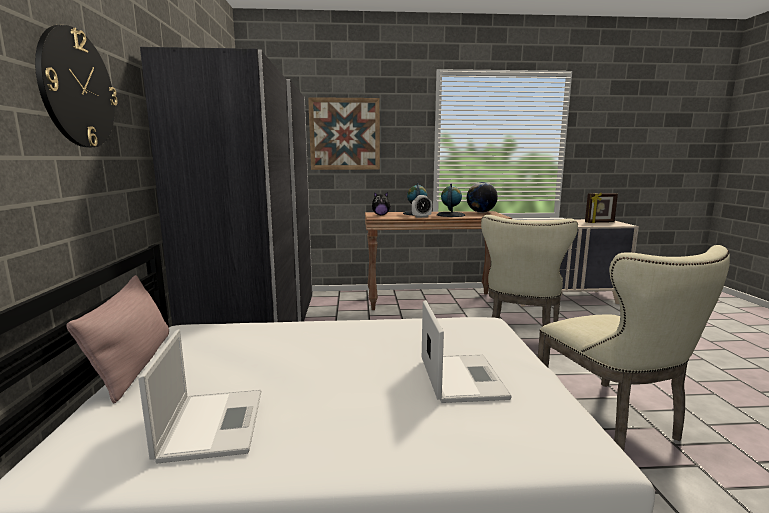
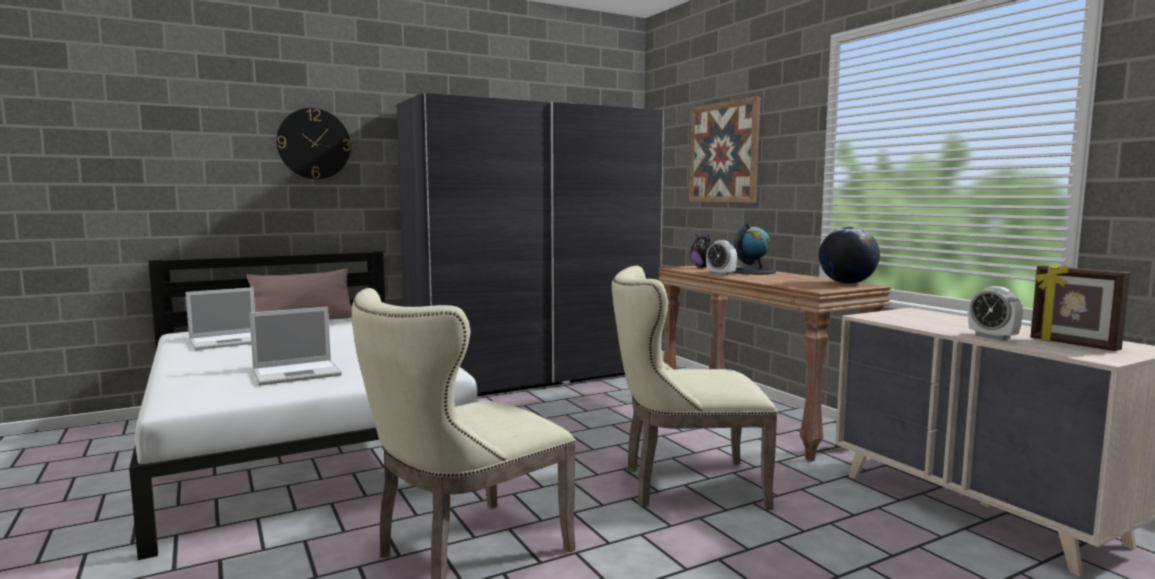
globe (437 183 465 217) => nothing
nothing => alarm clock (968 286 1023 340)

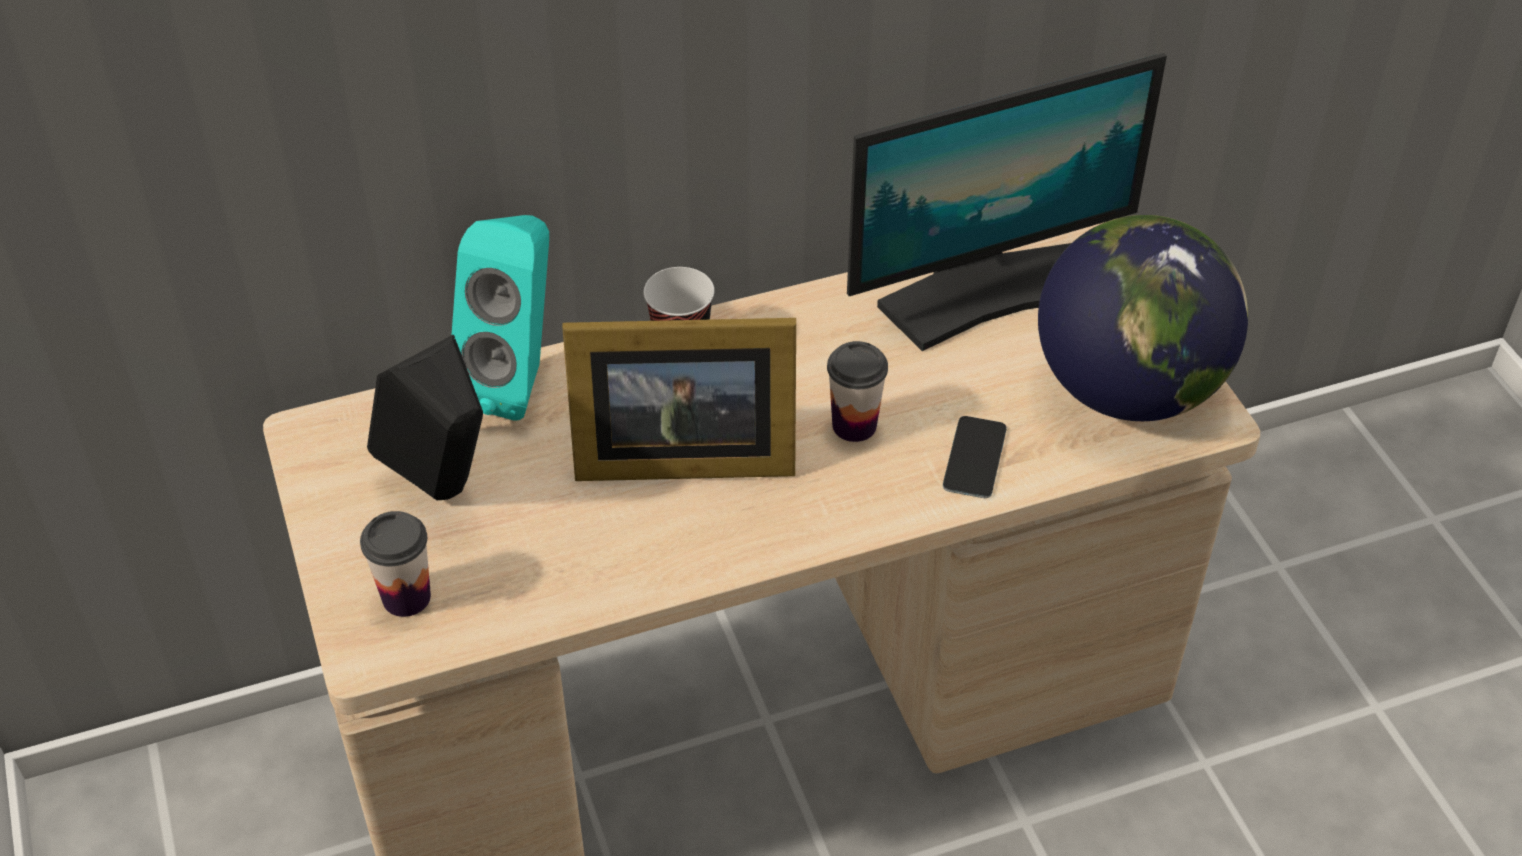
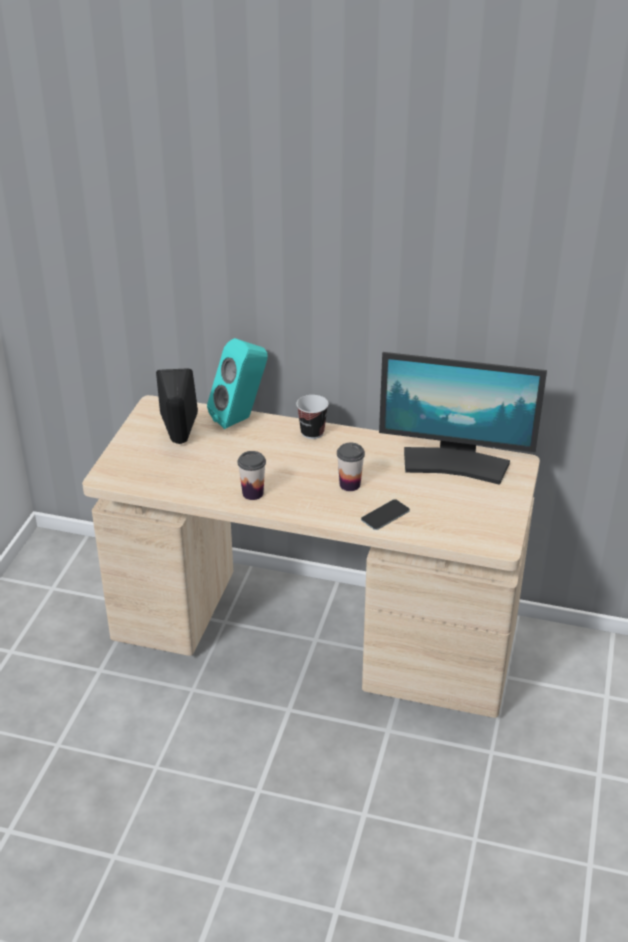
picture frame (562 318 796 481) => nothing
globe (1038 215 1248 421) => nothing
cup (360 511 431 617) => cup (238 451 266 500), move

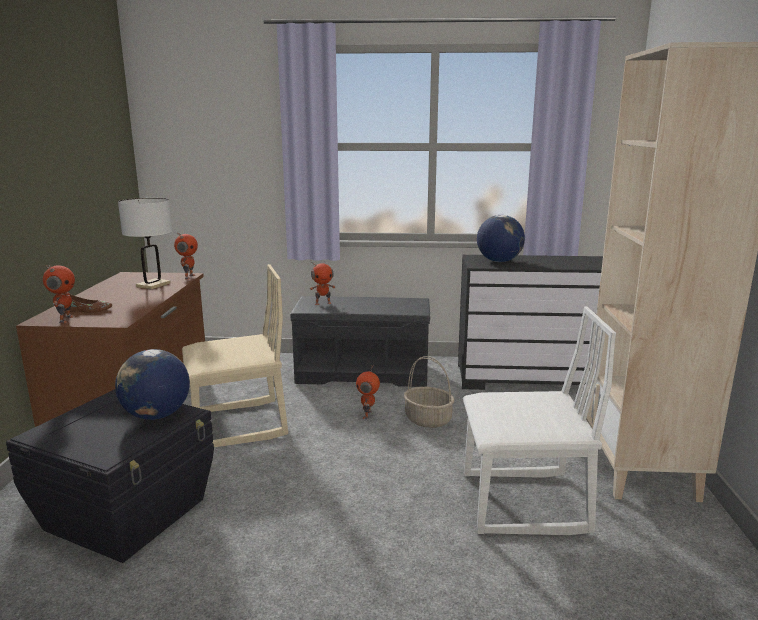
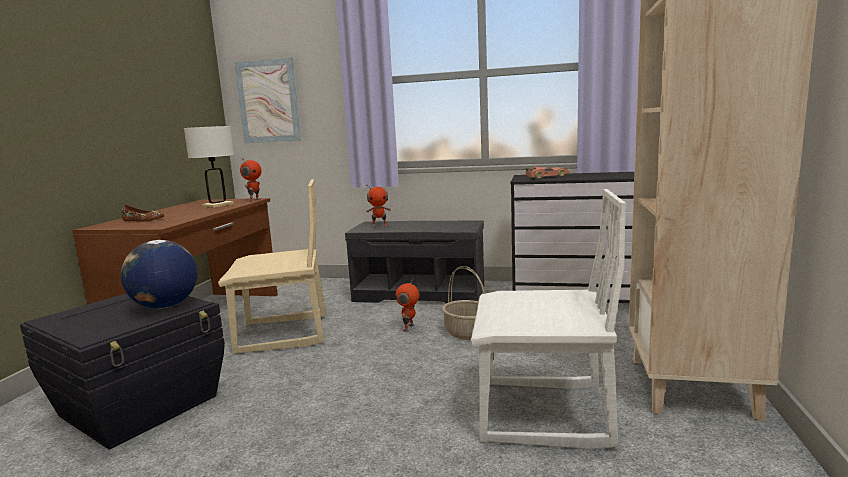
toy robot (43 265 75 323) => nothing
nothing => picture (235 58 301 143)
globe (477 215 525 262) => toy car (525 167 569 179)

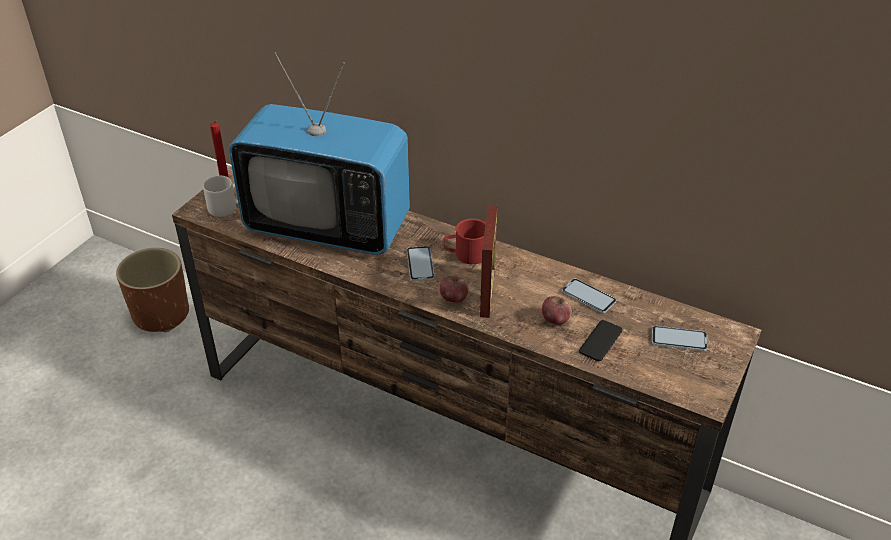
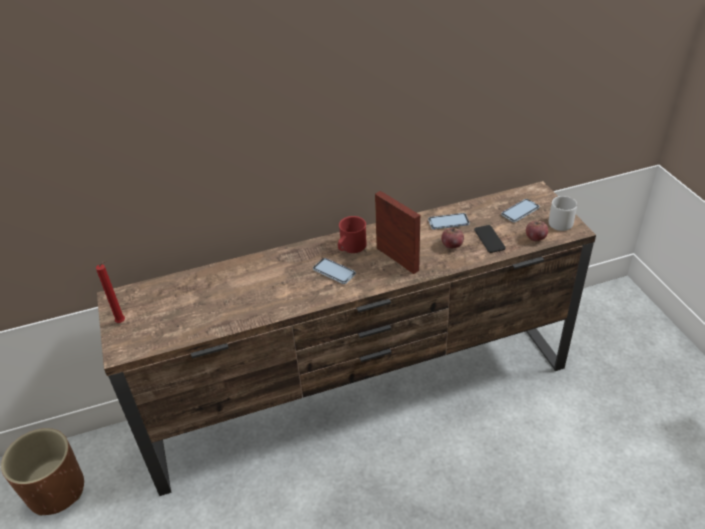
television (229 52 410 255) => nothing
grey mug (203 176 238 217) => grey mug (549 196 577 231), move
apple (439 276 468 303) => apple (526 221 548 241), move

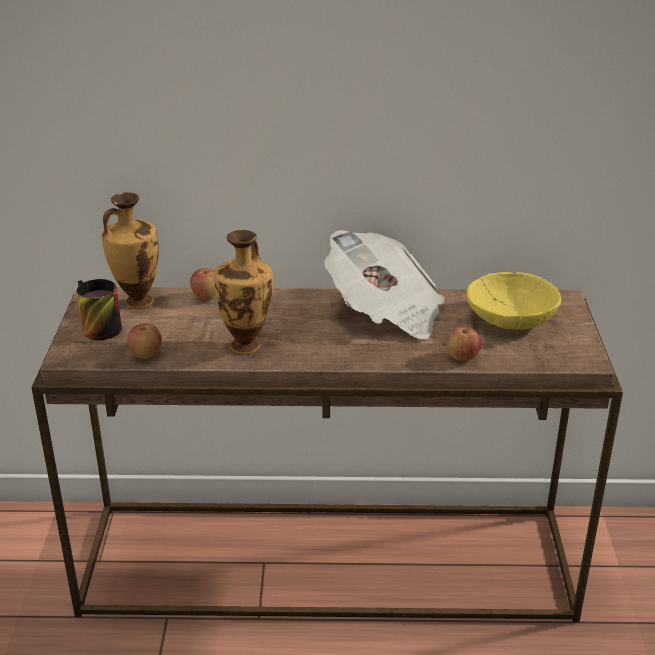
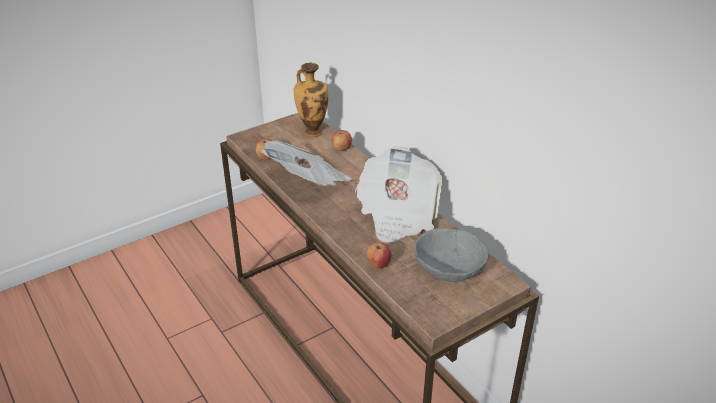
mug (77 279 122 340) => nothing
vase (214 230 273 355) => newspaper (261 140 352 186)
yellow bowl (467 272 561 330) => grey bowl (415 228 489 282)

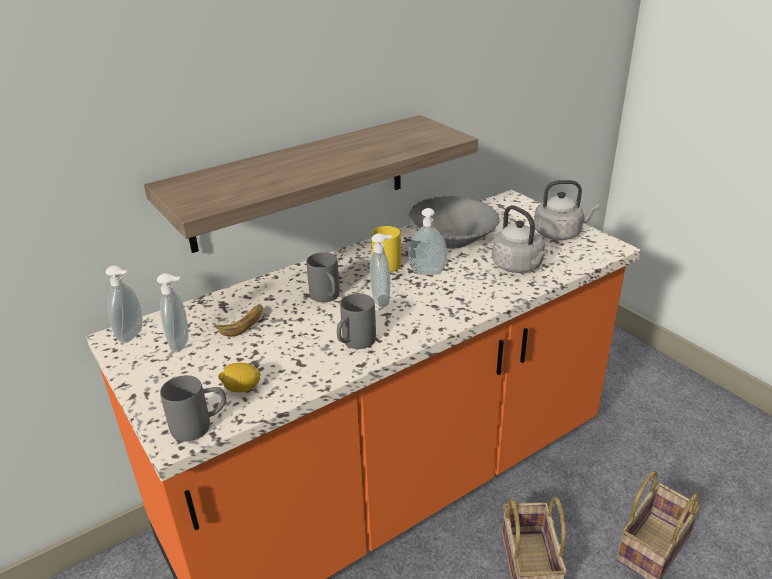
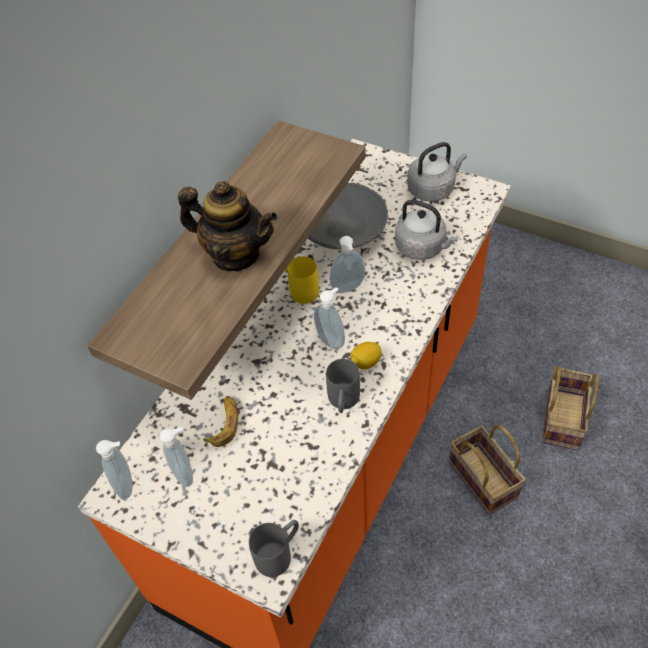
grey mug (306 252 340 302) => nothing
nothing => teapot (178 181 278 271)
lemon (218 363 261 393) => lemon (351 342 382 369), move

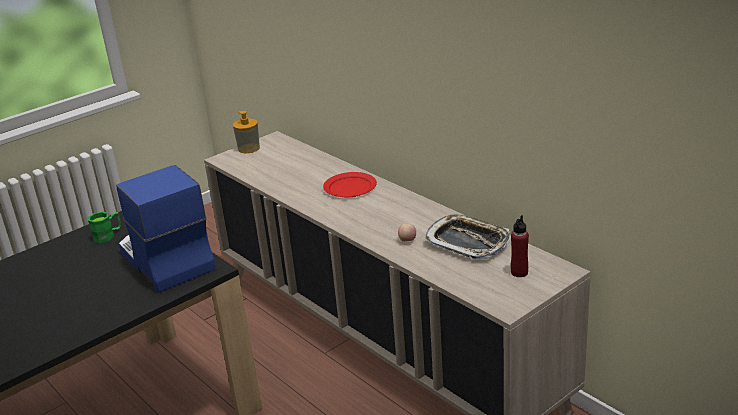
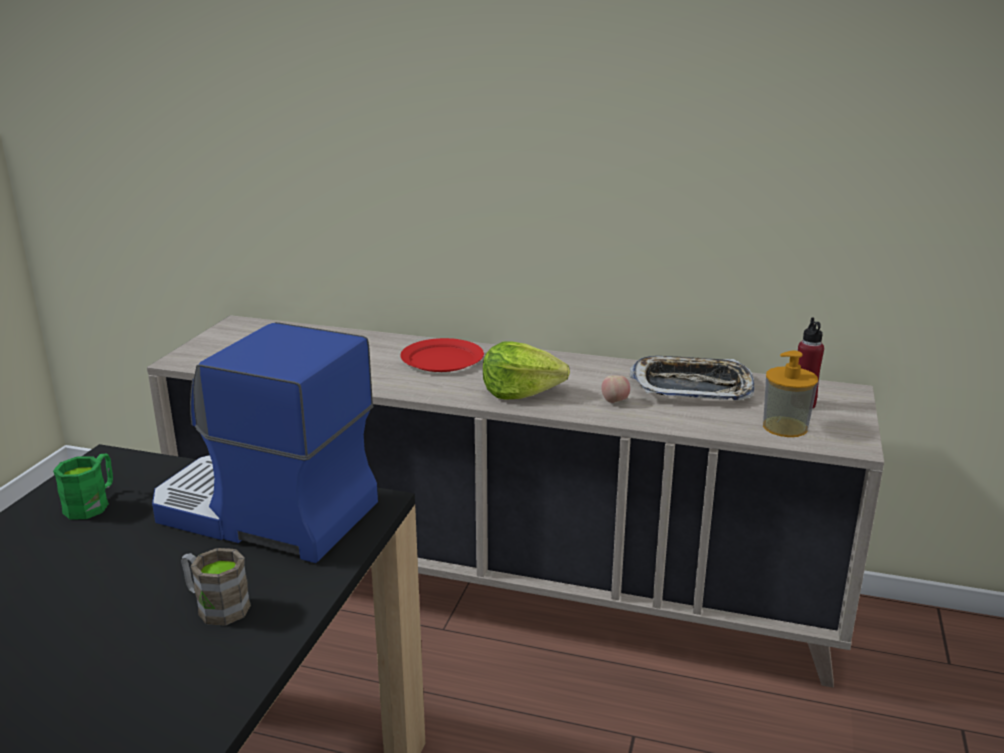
nothing => brown mug (181 548 251 626)
nothing => lettuce (483 341 570 400)
soap dispenser (233 111 260 153) => soap dispenser (763 351 818 437), move

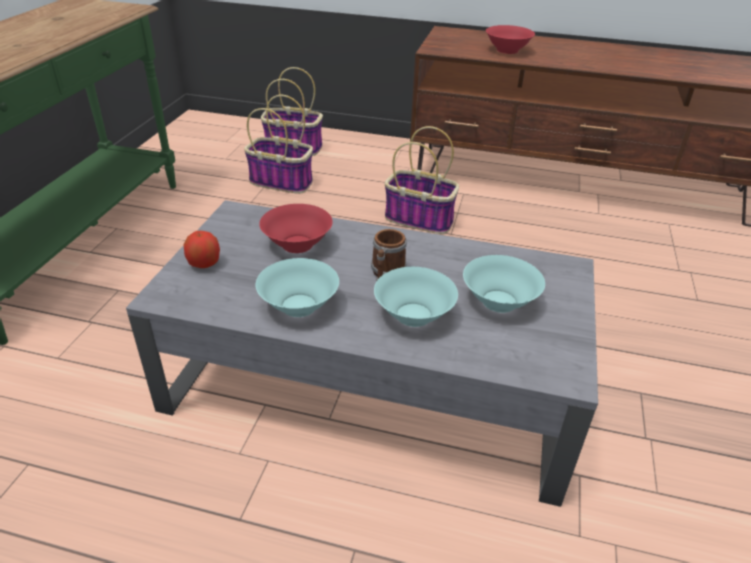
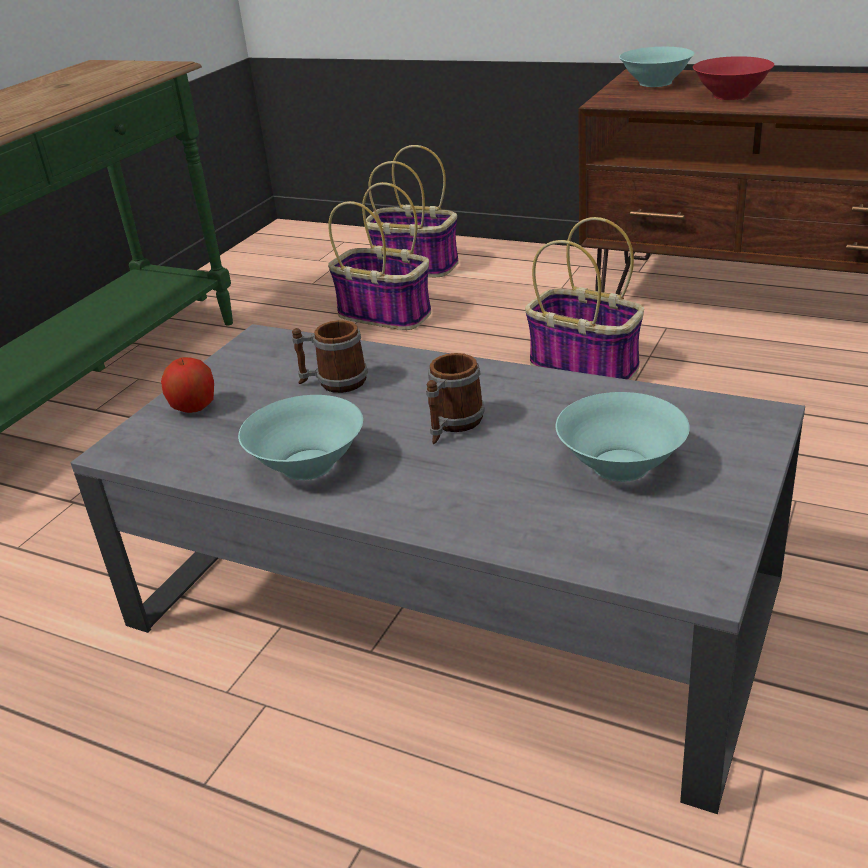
turquoise bowl (374 267 458 327) => turquoise bowl (619 47 694 87), move
red bowl (259 204 333 253) => mug (292 320 368 393)

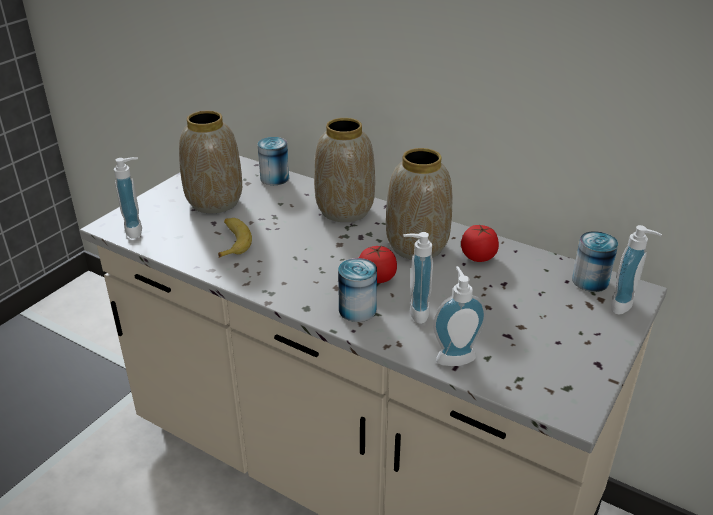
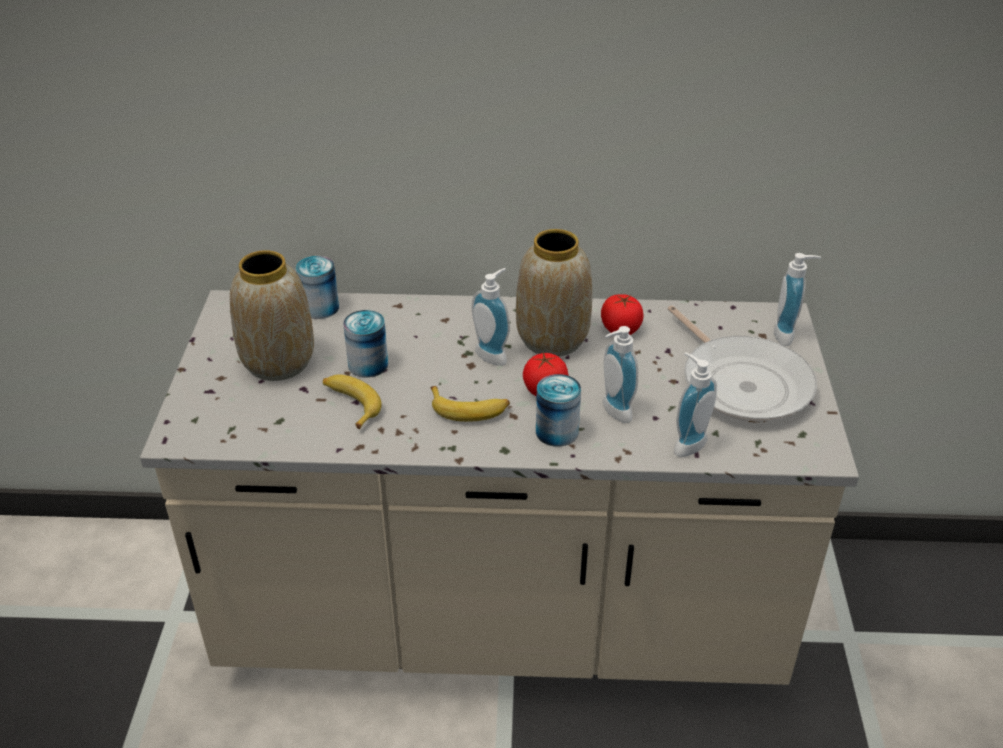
vase (314 118 375 222) => nothing
nothing => banana (430 386 510 422)
nothing => frying pan (667 305 817 422)
soap dispenser (114 157 142 238) => soap dispenser (472 268 510 366), move
can (572 231 618 292) => can (343 310 388 378), move

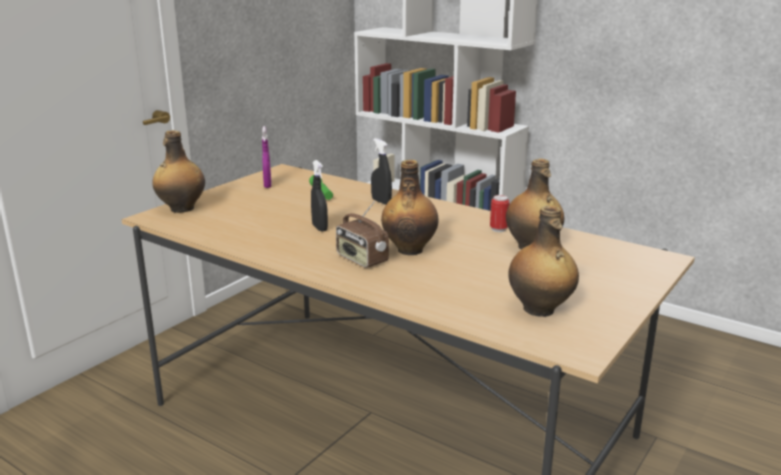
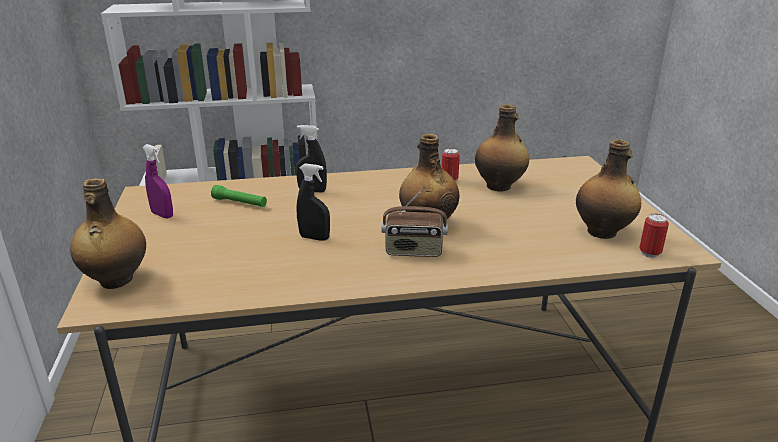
nothing => can (639 214 669 258)

